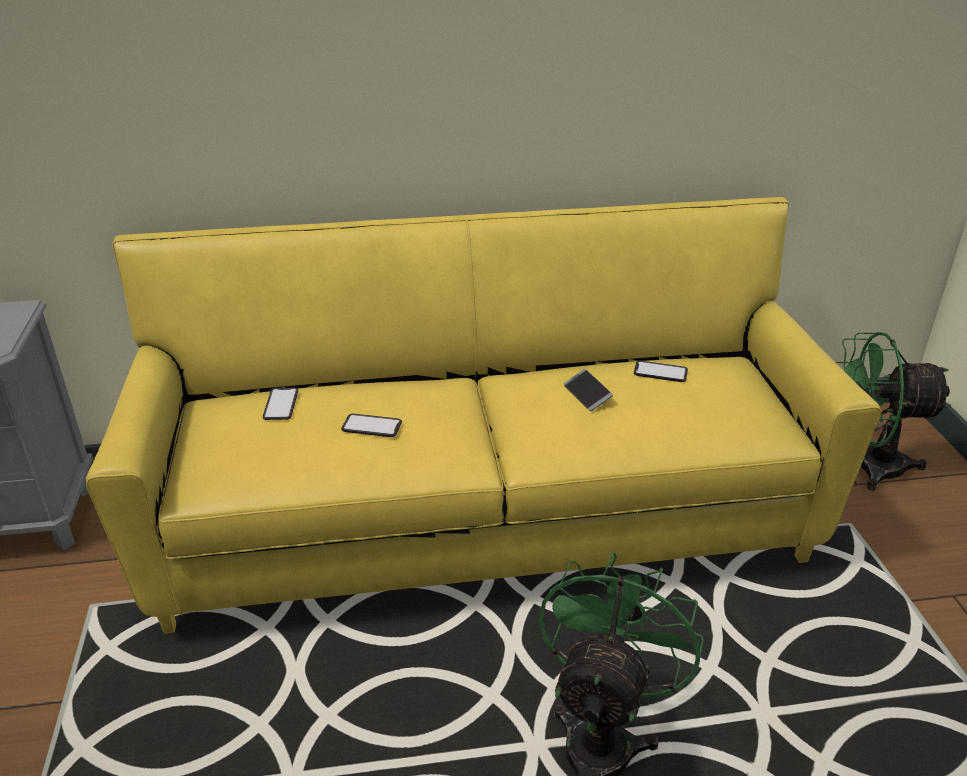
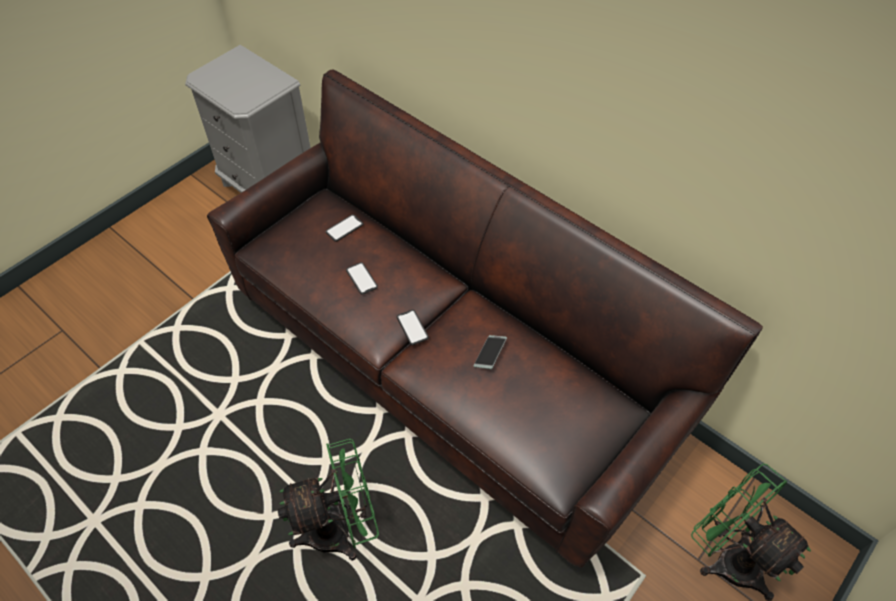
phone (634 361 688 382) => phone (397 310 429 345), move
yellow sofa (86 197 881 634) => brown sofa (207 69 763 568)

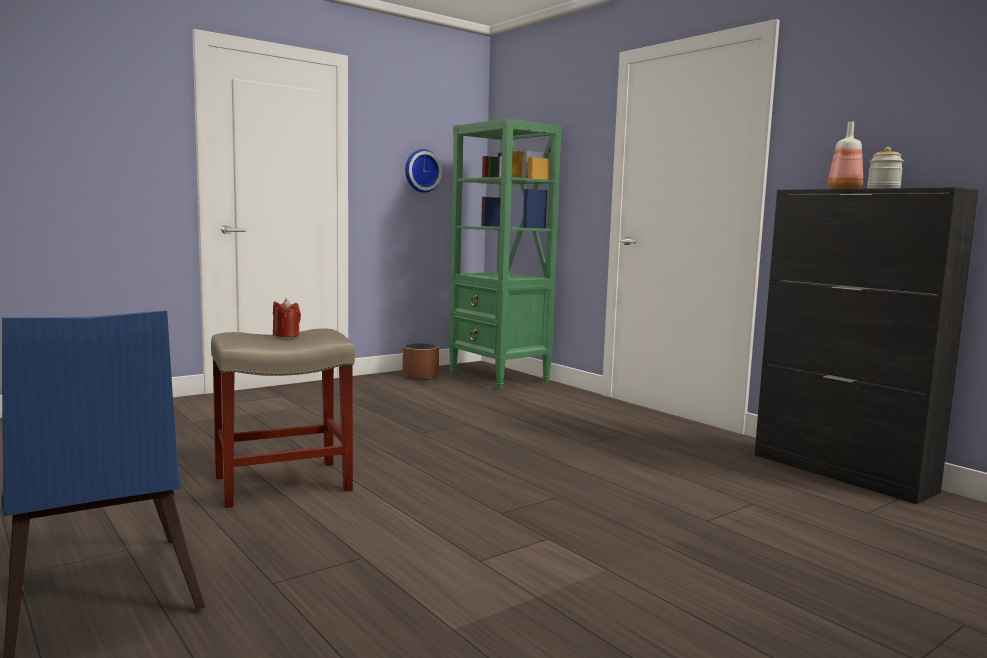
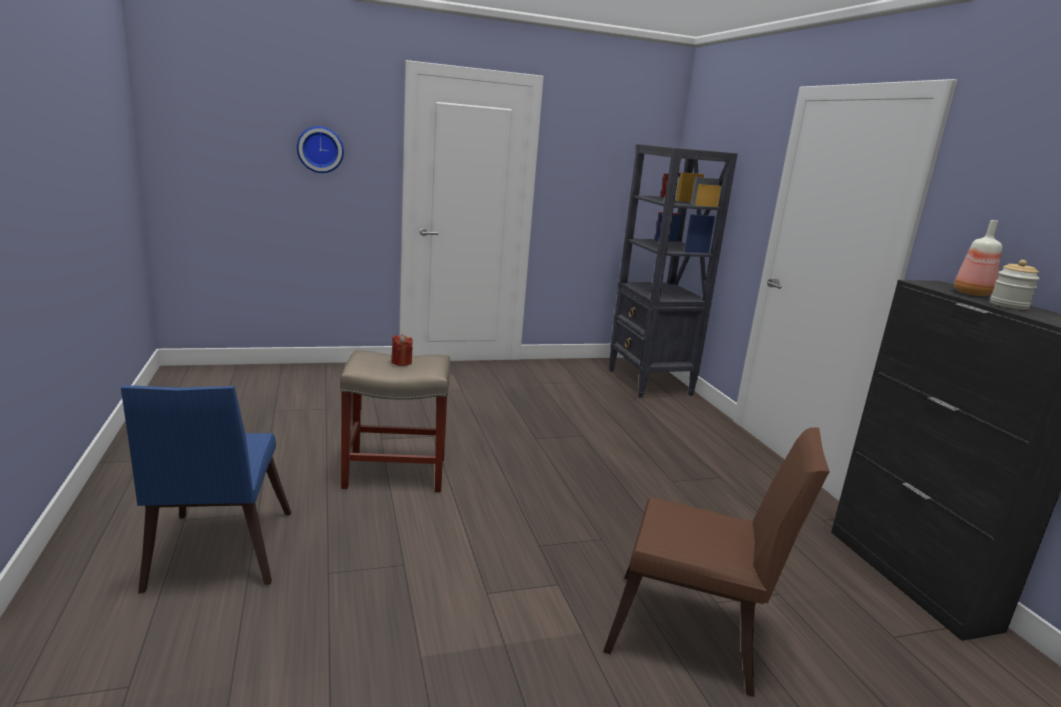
brown planter (402 343 439 380) => nothing
nothing => brown chair (603 427 830 697)
wall clock (405 149 442 193) => wall clock (297 126 344 173), move
green bookcase (449 118 562 390) => black bookcase (609 144 738 398)

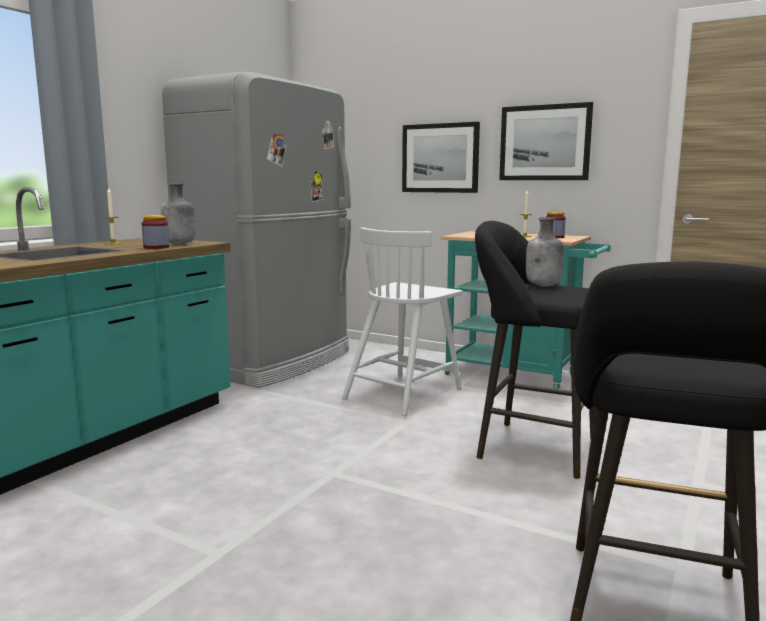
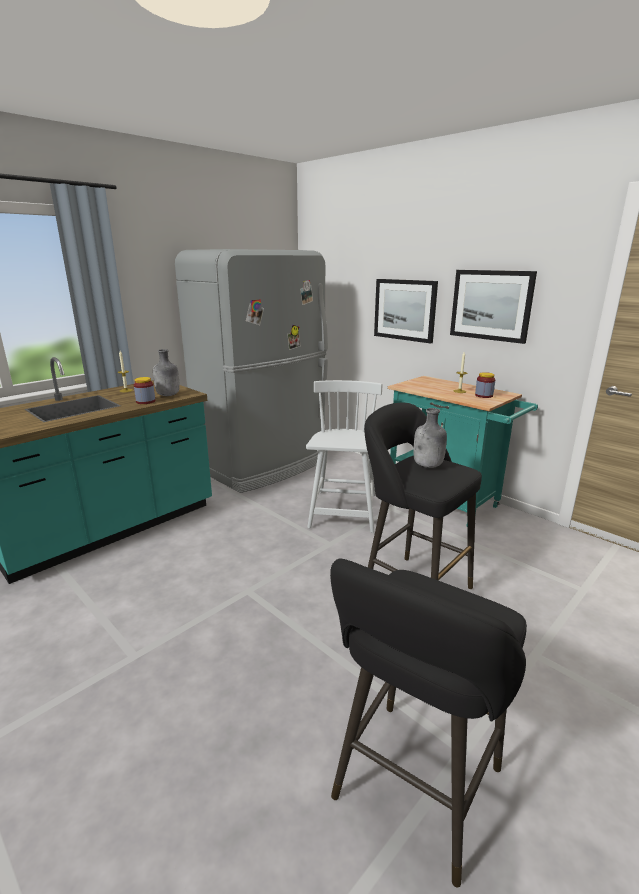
white chair (342 227 463 416) => white chair (306 380 382 533), 135 degrees clockwise

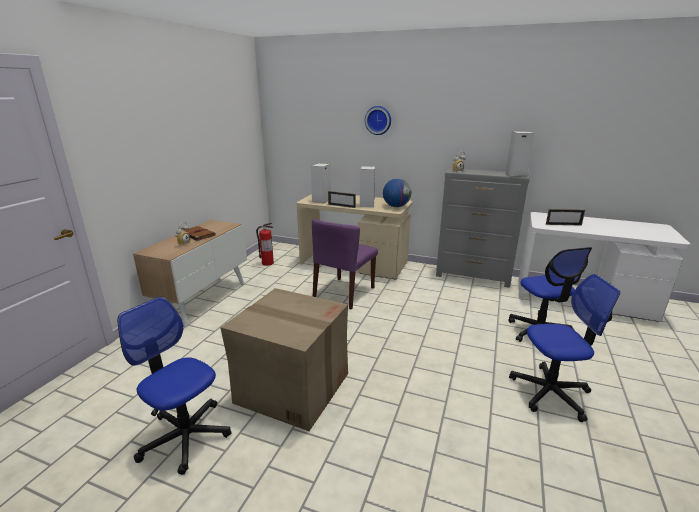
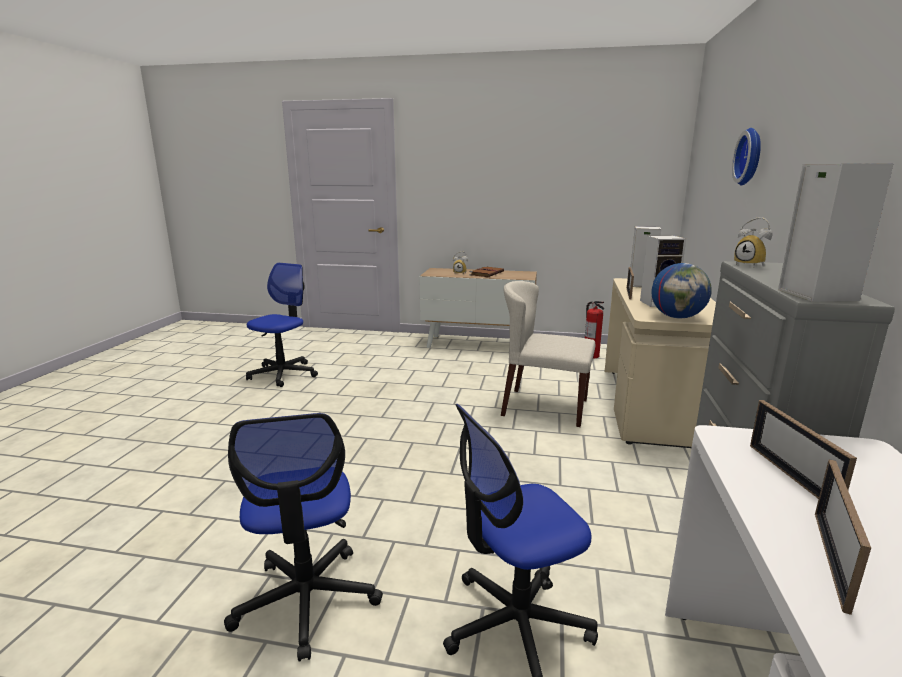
cardboard box (220 288 348 431) => nothing
nothing => picture frame (815 459 871 615)
purple chair (312 219 378 309) => beige chair (501 281 595 427)

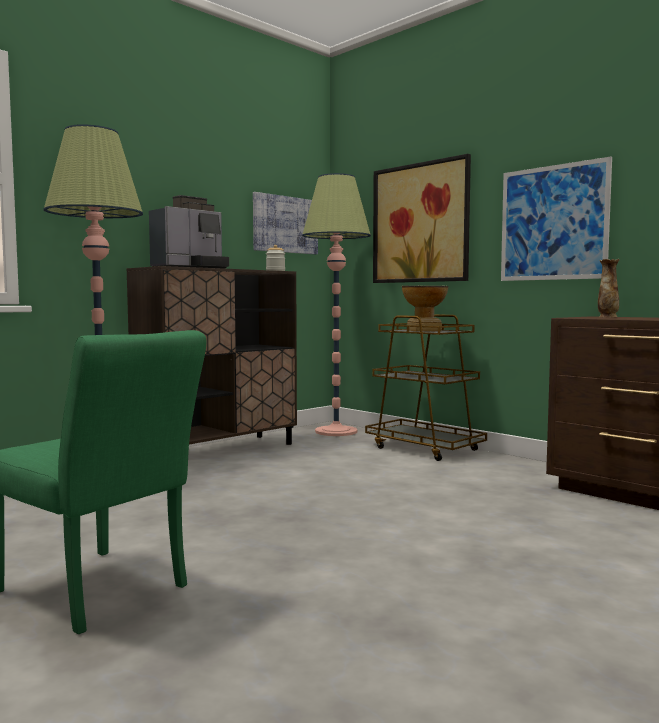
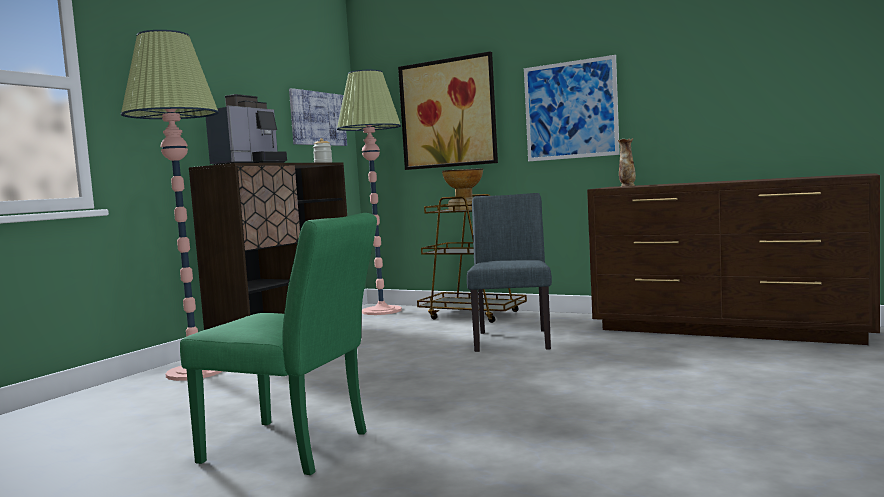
nothing => grey chair (467 193 552 352)

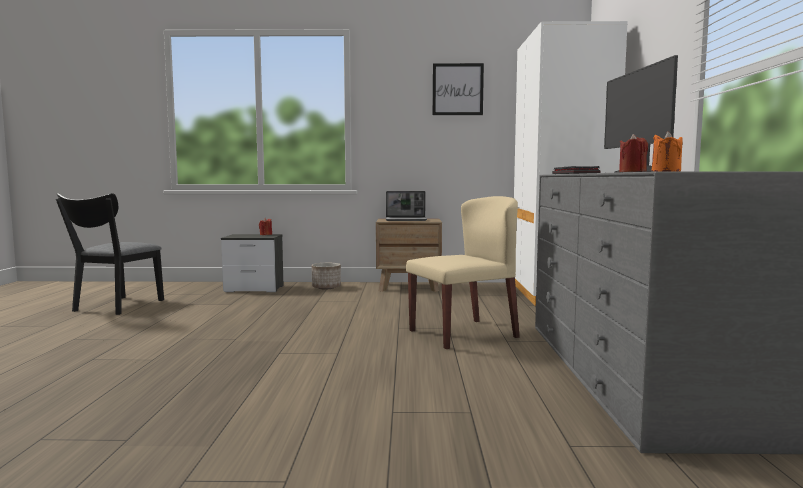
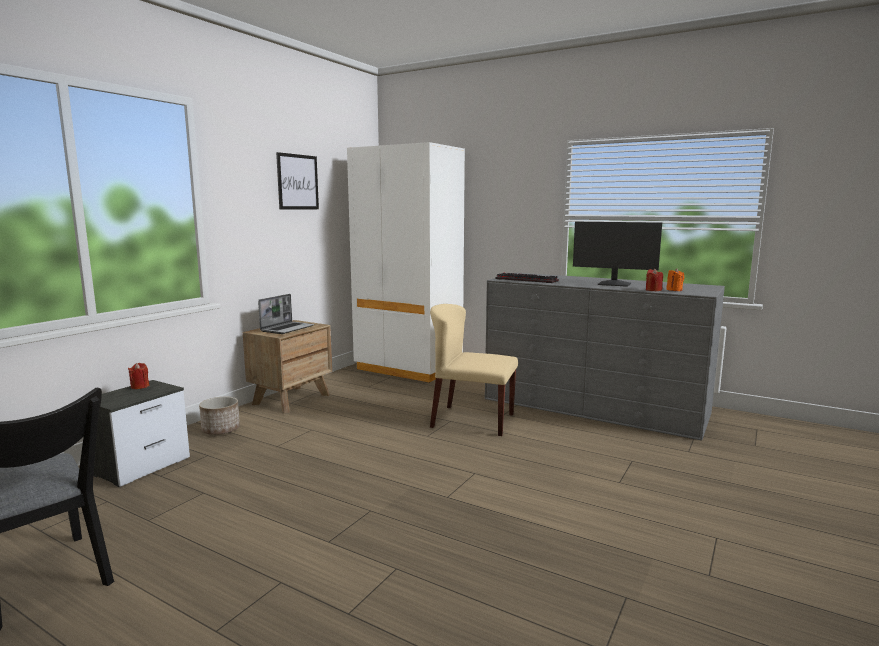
beige chair (406 196 520 349) => beige chair (430 304 518 436), 75 degrees counterclockwise

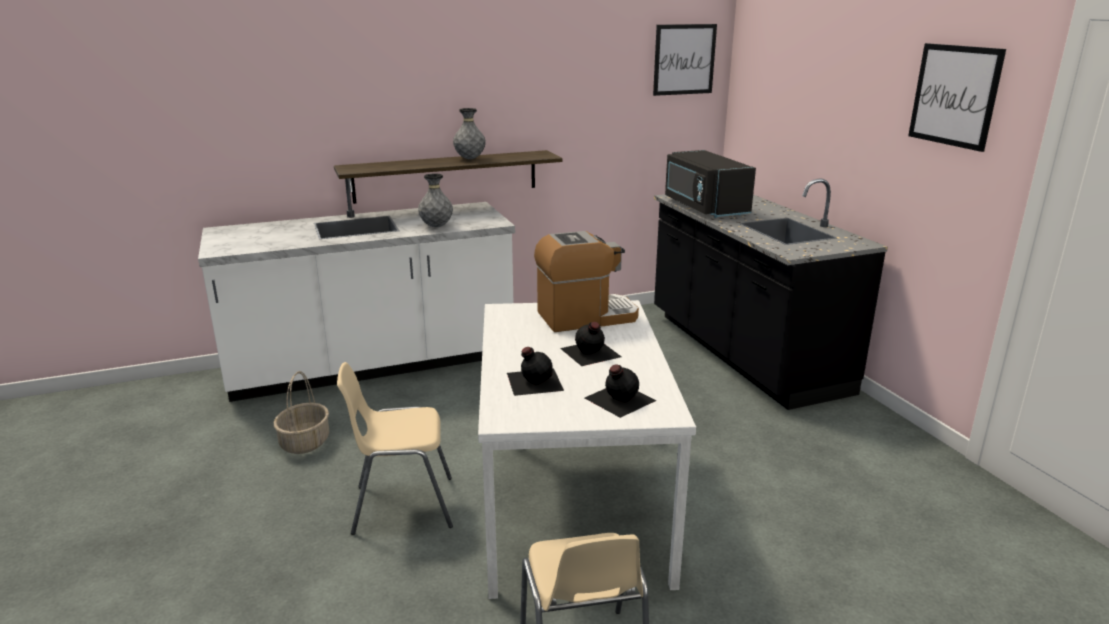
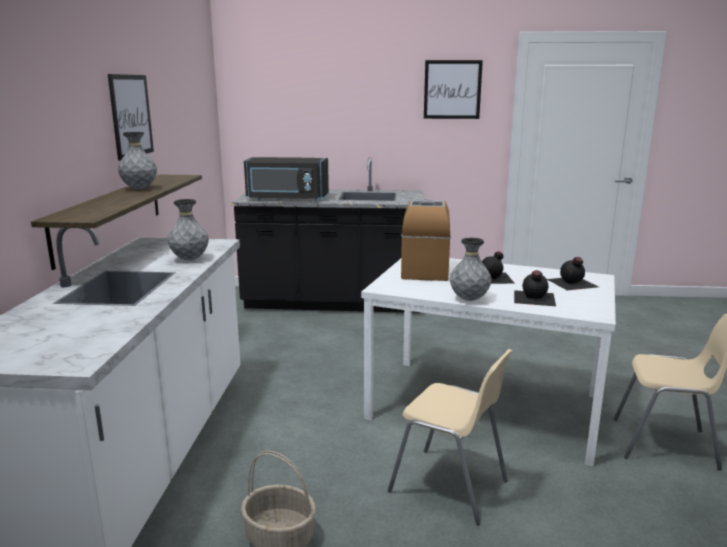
nothing => grey vase (450 238 492 301)
picture (653 24 717 96) => picture (108 74 154 161), move
beige chair (337 362 453 535) => beige chair (388 349 512 525), 75 degrees counterclockwise

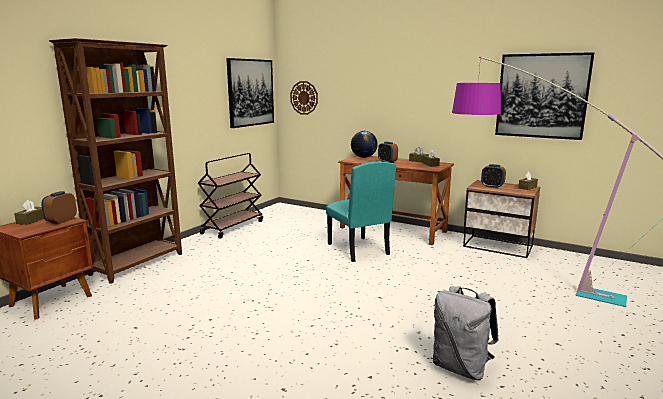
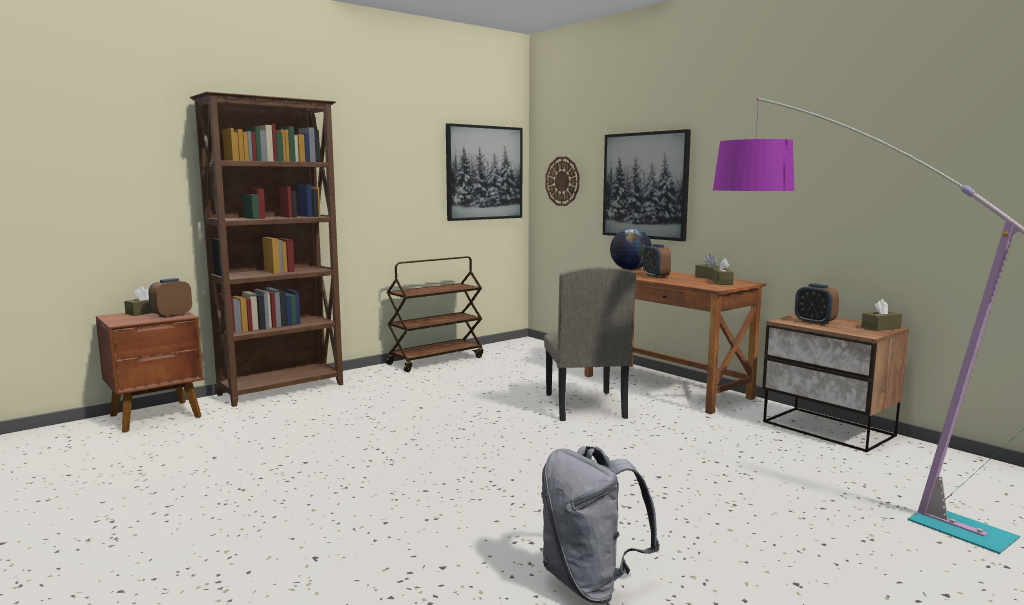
picture (495 52 594 140) => picture (603 129 691 241), move
turquoise chair (326 162 396 262) => beige chair (544 267 636 421)

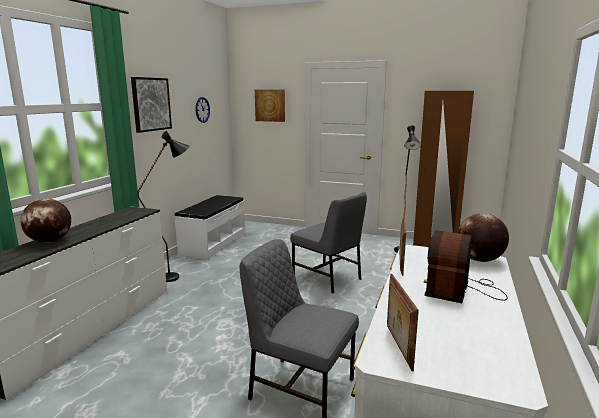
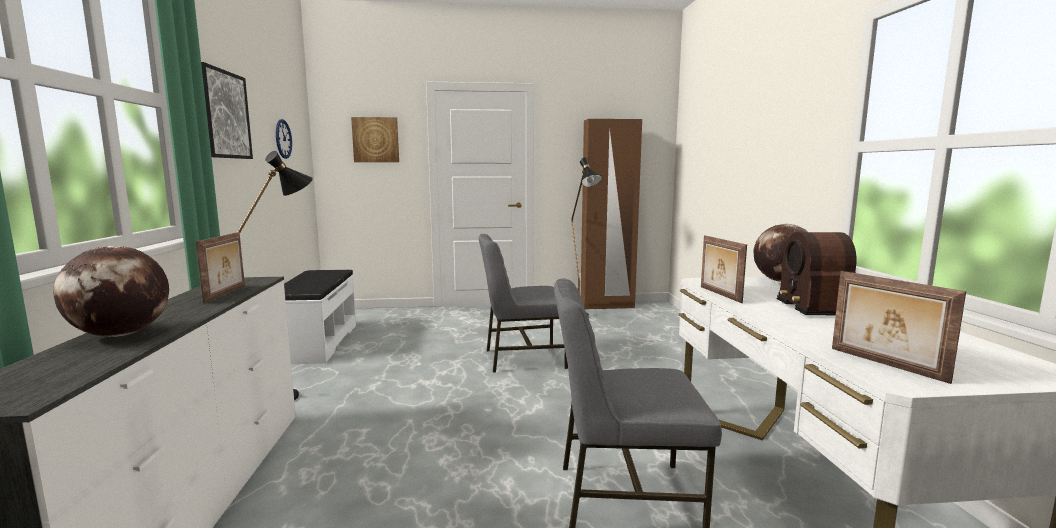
nothing => picture frame (196 232 245 303)
grey chair (290 192 367 293) => grey chair (479 234 568 372), 150 degrees clockwise

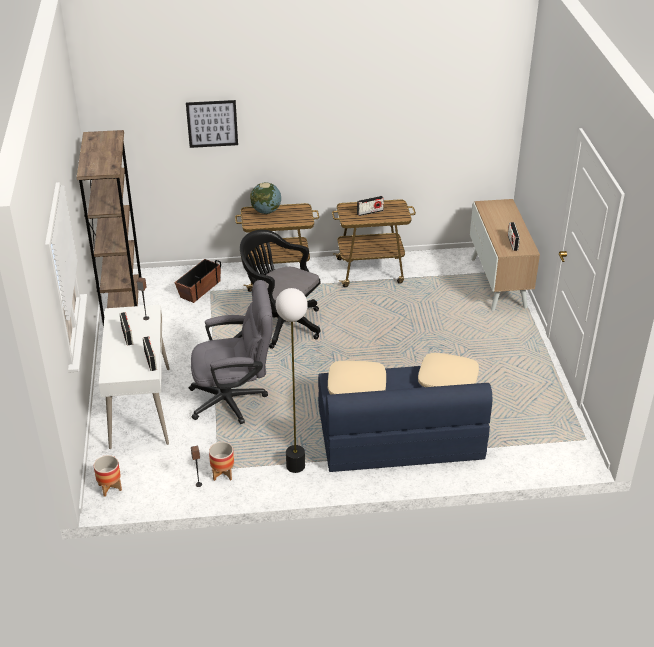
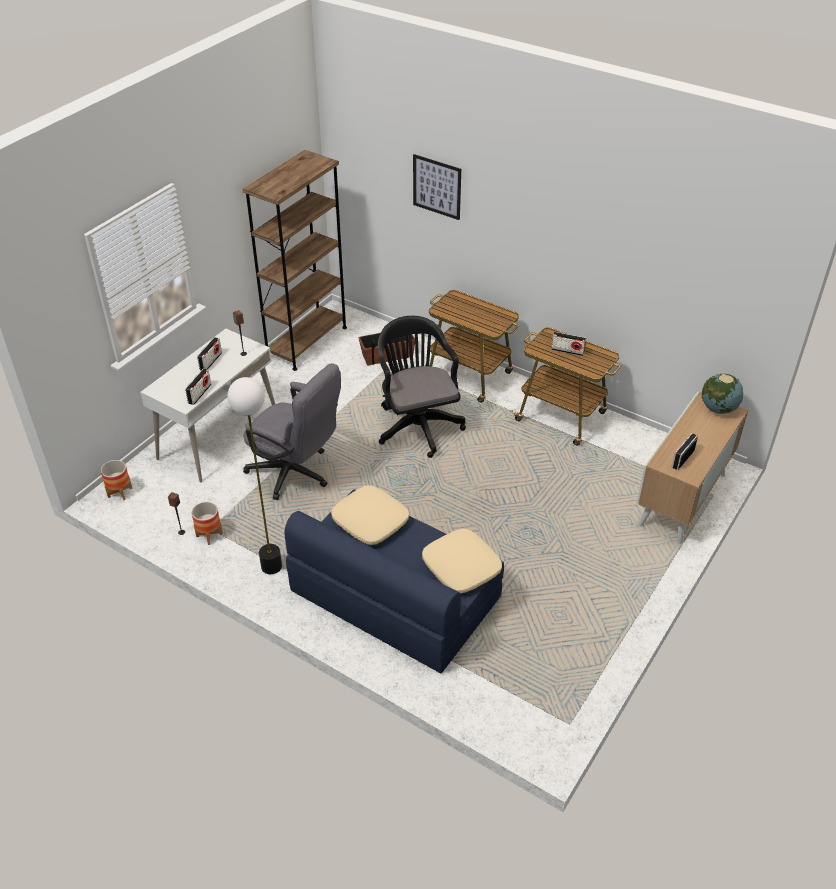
globe (250 182 281 214) => globe (702 374 744 414), move

